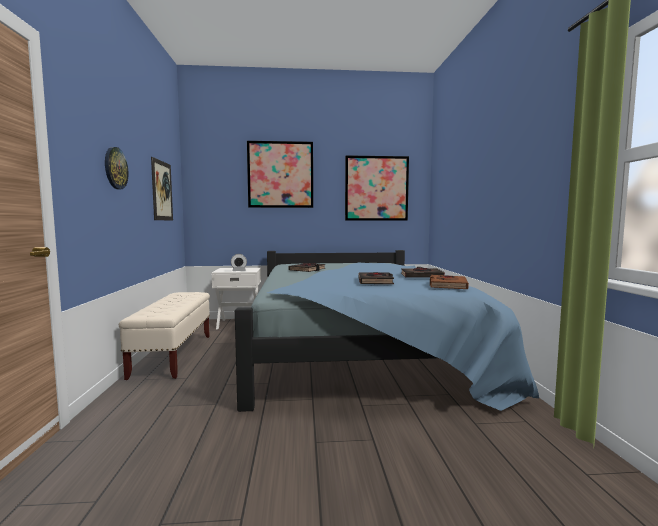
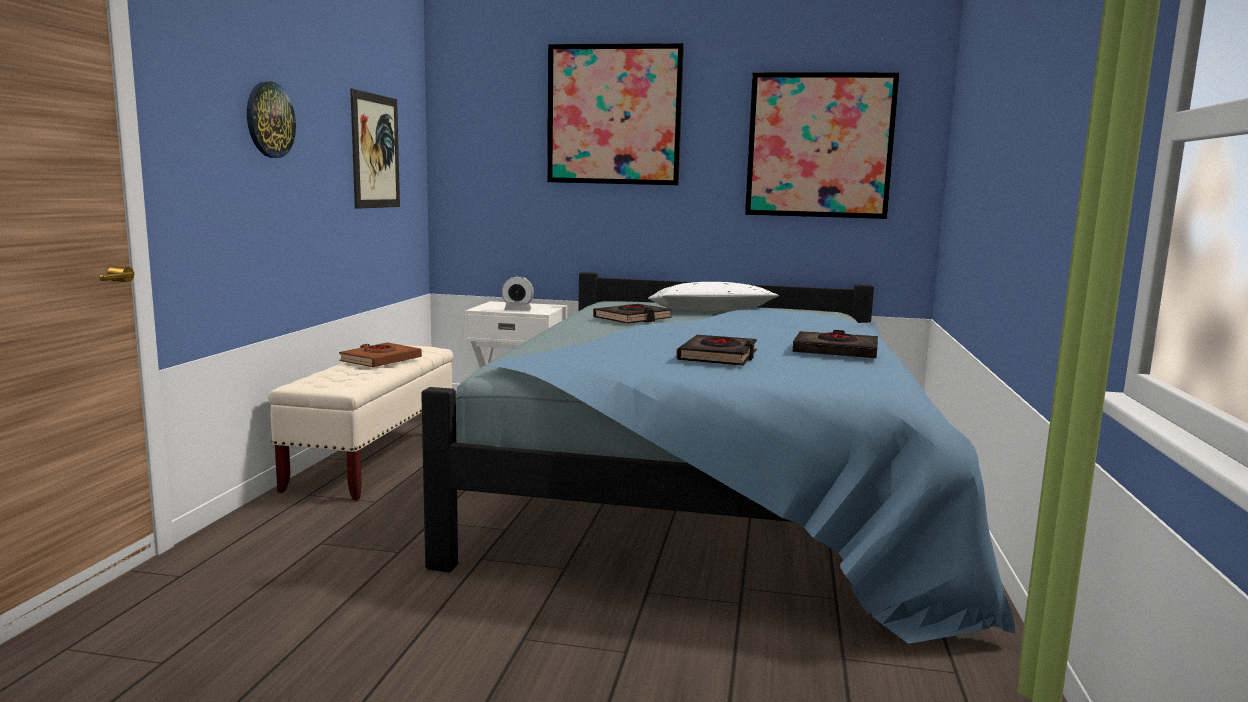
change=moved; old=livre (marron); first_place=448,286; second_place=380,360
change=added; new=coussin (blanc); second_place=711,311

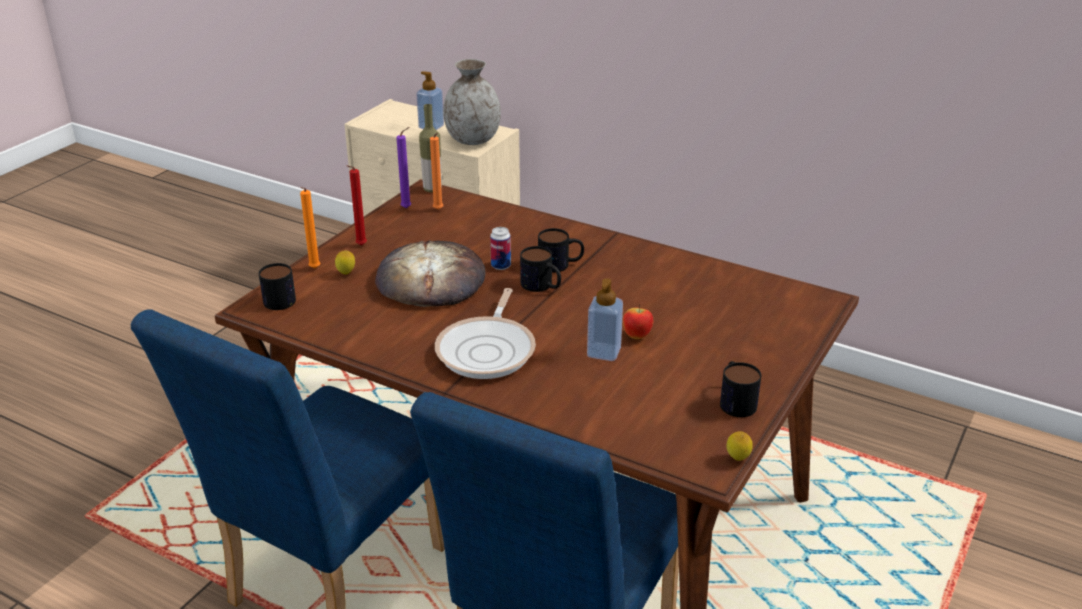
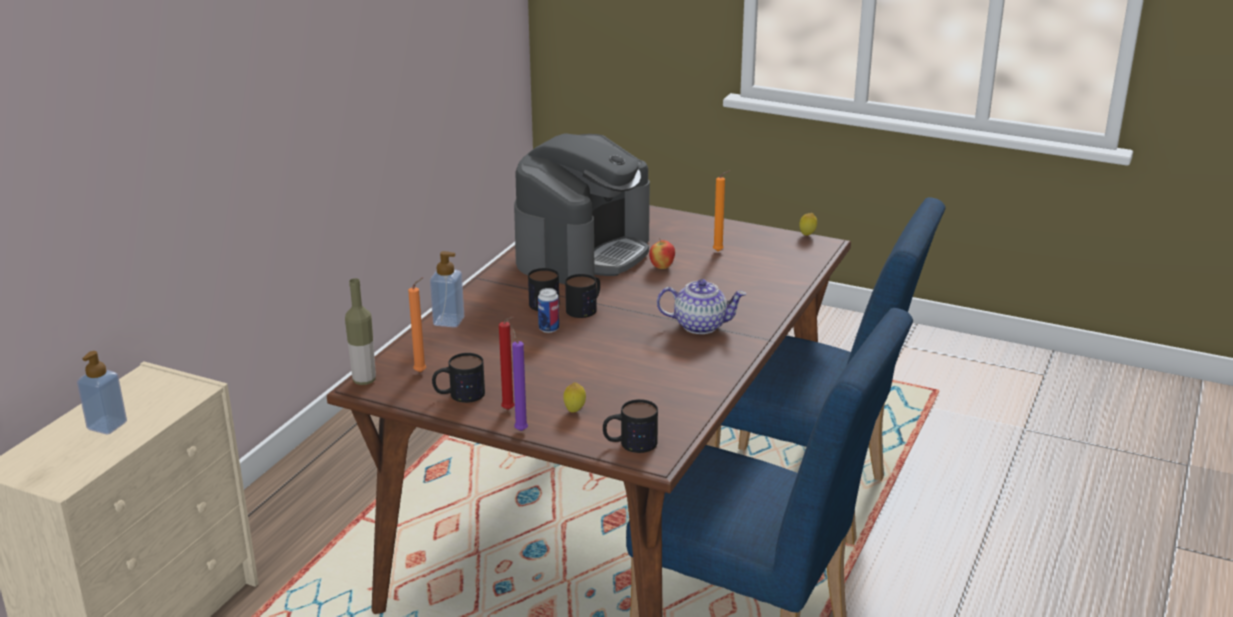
change=moved; old=distributeur de savon; first_place=604,352; second_place=448,321
change=moved; old=mug; first_place=735,400; second_place=459,395
change=moved; old=bougie (violet); first_place=408,208; second_place=520,429
change=added; new=machine à café; second_place=583,252
change=replaced; old=poêle; new=théière; first_place=488,350; second_place=700,325
change=moved; old=bougie (orange); first_place=314,269; second_place=719,251
change=removed; old=pain; first_place=431,280
change=removed; old=vase (gris); first_place=472,140

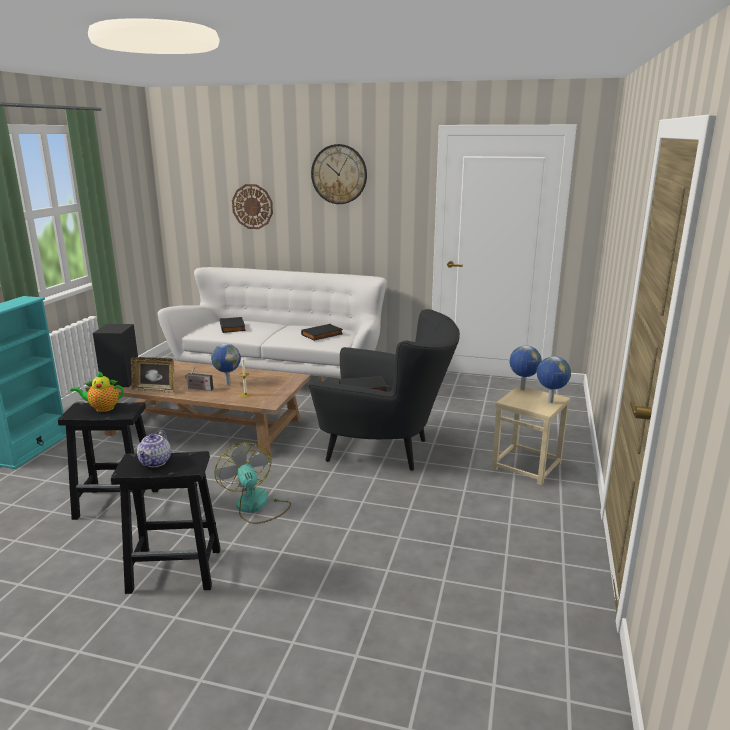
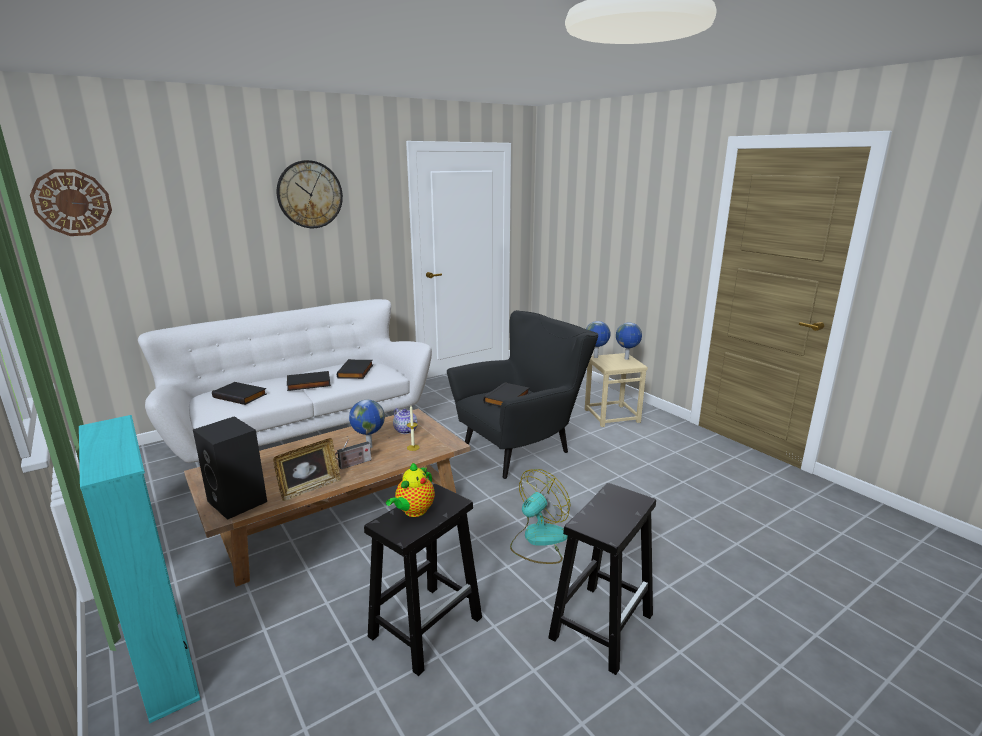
change=moved; old=horloge murale; first_place=252,206; second_place=72,203
change=added; new=livre (noir); second_place=308,384
change=moved; old=théière; first_place=156,462; second_place=406,430
change=turned; old=ventilateur; first_place=256,506; second_place=538,540; degrees=120

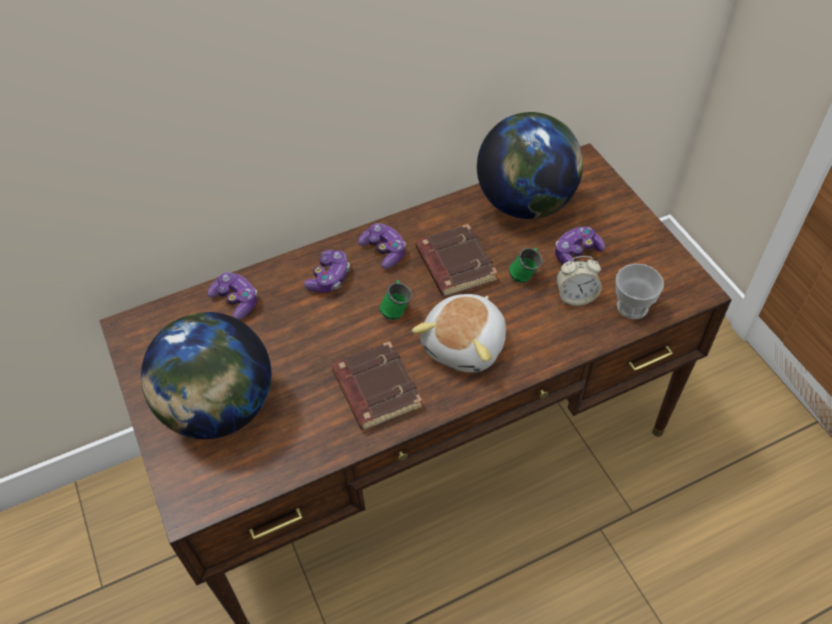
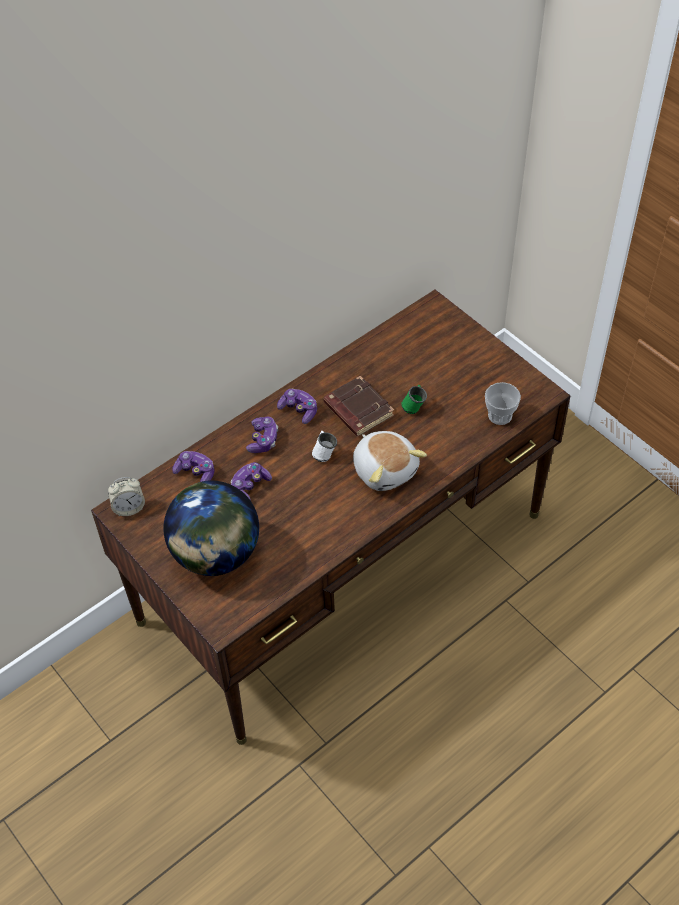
change=moved; old=réveil; first_place=575,296; second_place=129,508
change=moved; old=manette; first_place=576,253; second_place=250,486
change=recoloured; old=mug (vert); new=mug (blanc); first_place=396,309; second_place=324,453
change=turned; old=peluche; first_place=466,345; second_place=385,469; degrees=-45
change=removed; old=livre (marron); first_place=375,389
change=removed; old=globe; first_place=526,202

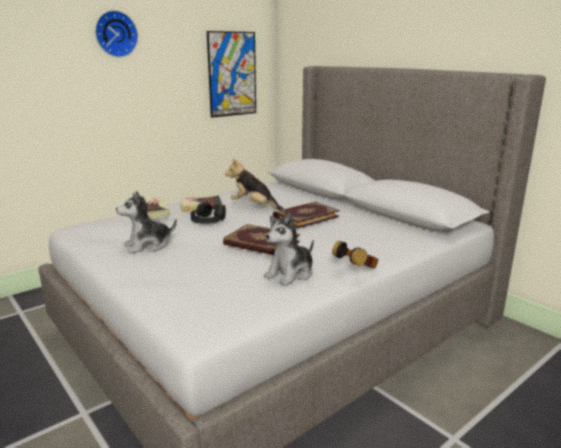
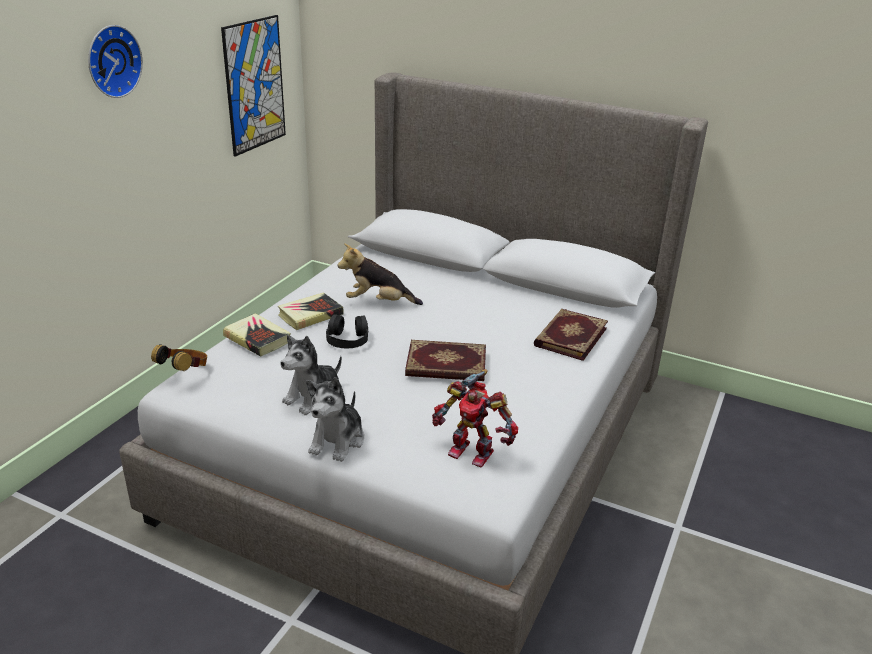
change=moved; old=casque audio; first_place=357,271; second_place=185,372
change=moved; old=peluche; first_place=290,273; second_place=338,441
change=added; new=robot jouet; second_place=472,451
change=moved; old=livre; first_place=305,217; second_place=569,336

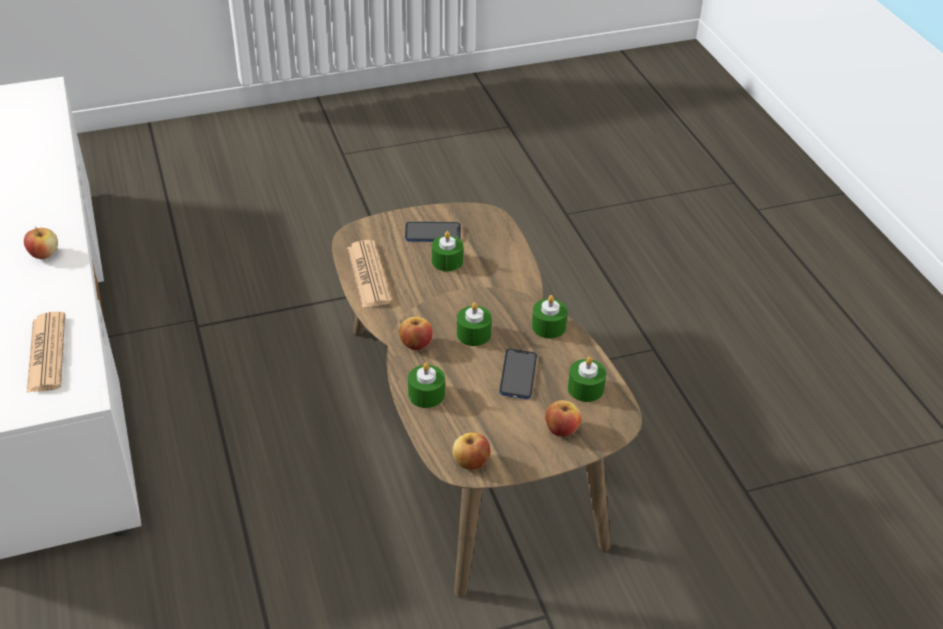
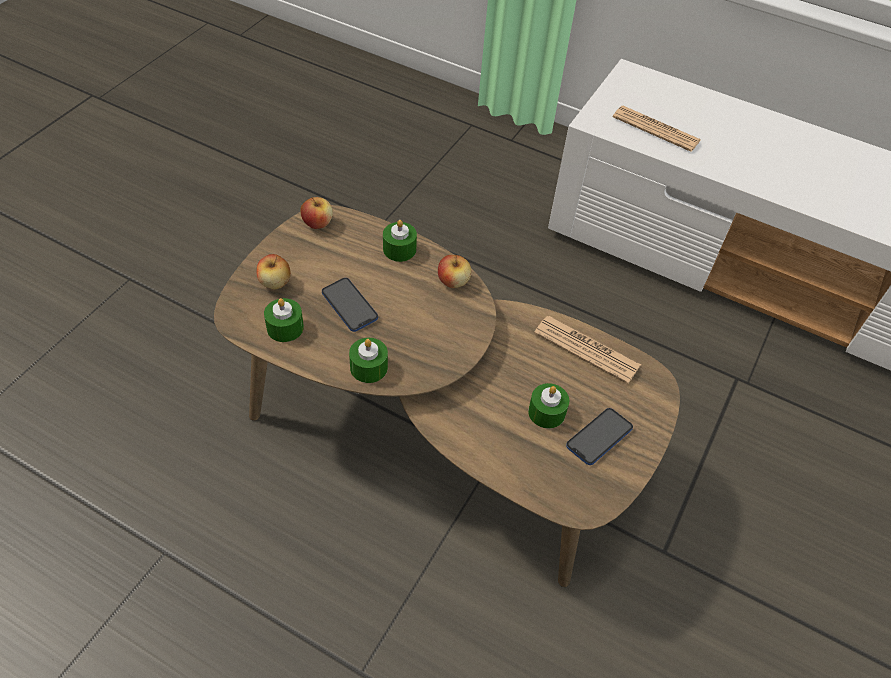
change=removed; old=pomme; first_place=44,254
change=removed; old=bougie (vert); first_place=473,334

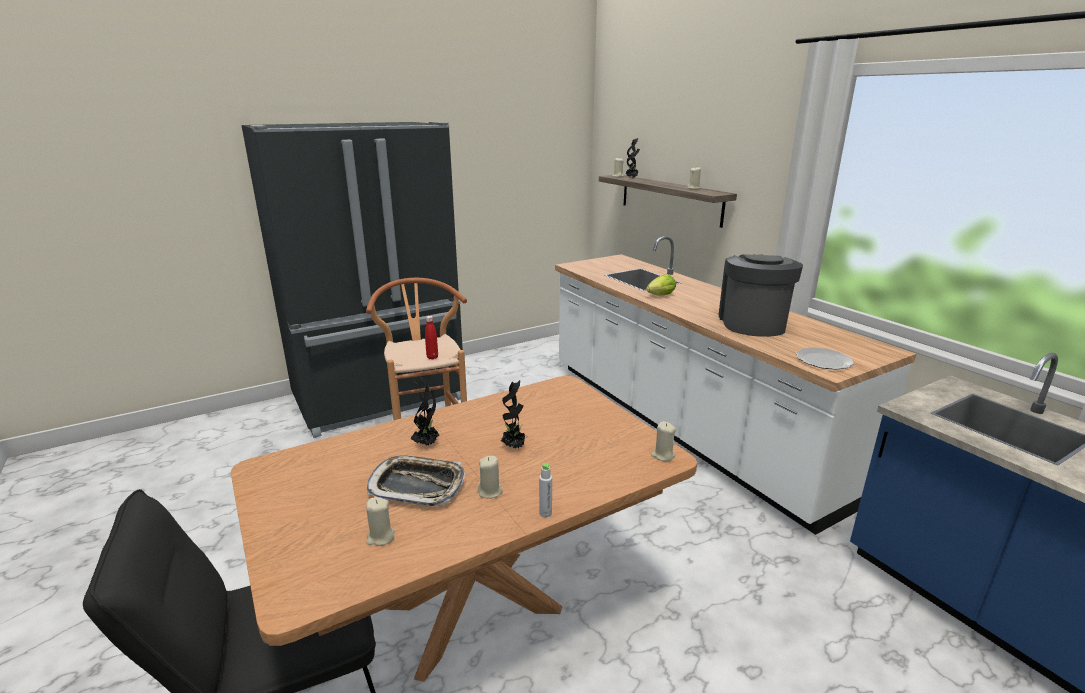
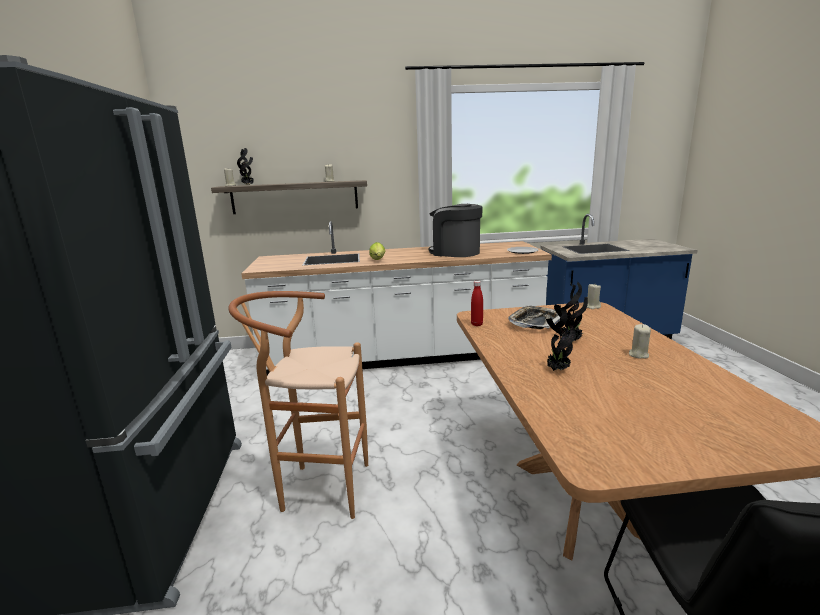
change=moved; old=bouteille (rouge); first_place=432,357; second_place=476,324
change=moved; old=plateau; first_place=417,486; second_place=535,322
change=removed; old=bougie (beige); first_place=380,537
change=removed; old=bouteille (gris); first_place=545,513

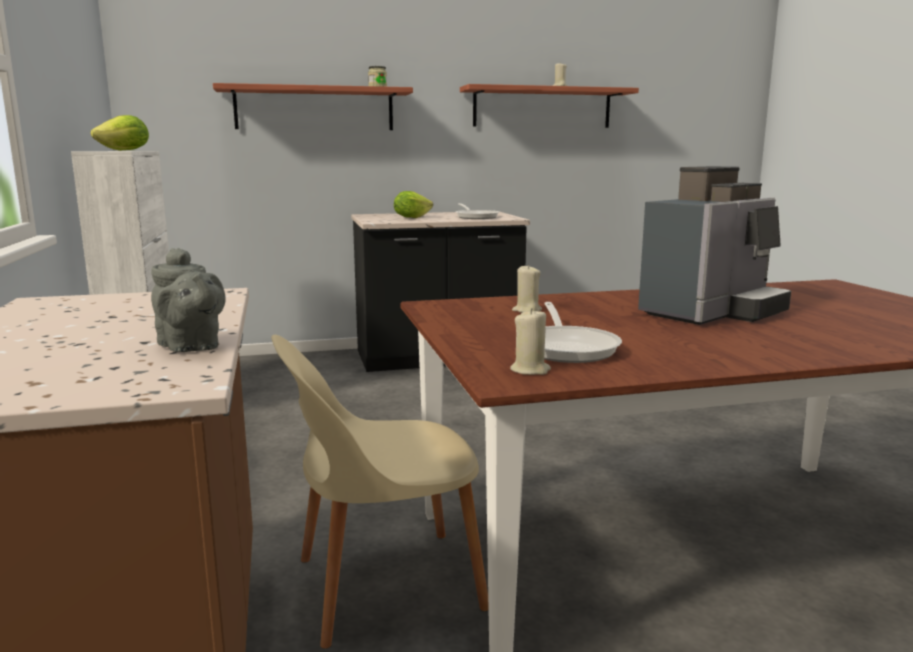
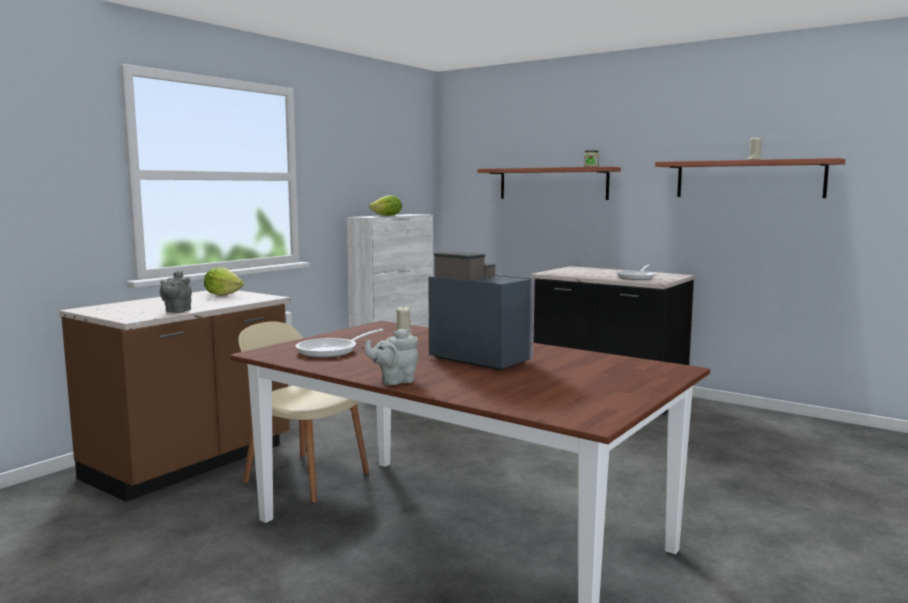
change=moved; old=laitue; first_place=411,217; second_place=223,295
change=added; new=théière (gris); second_place=394,381
change=turned; old=machine à café; first_place=712,312; second_place=480,358; degrees=-150
change=removed; old=bougie (beige); first_place=530,370

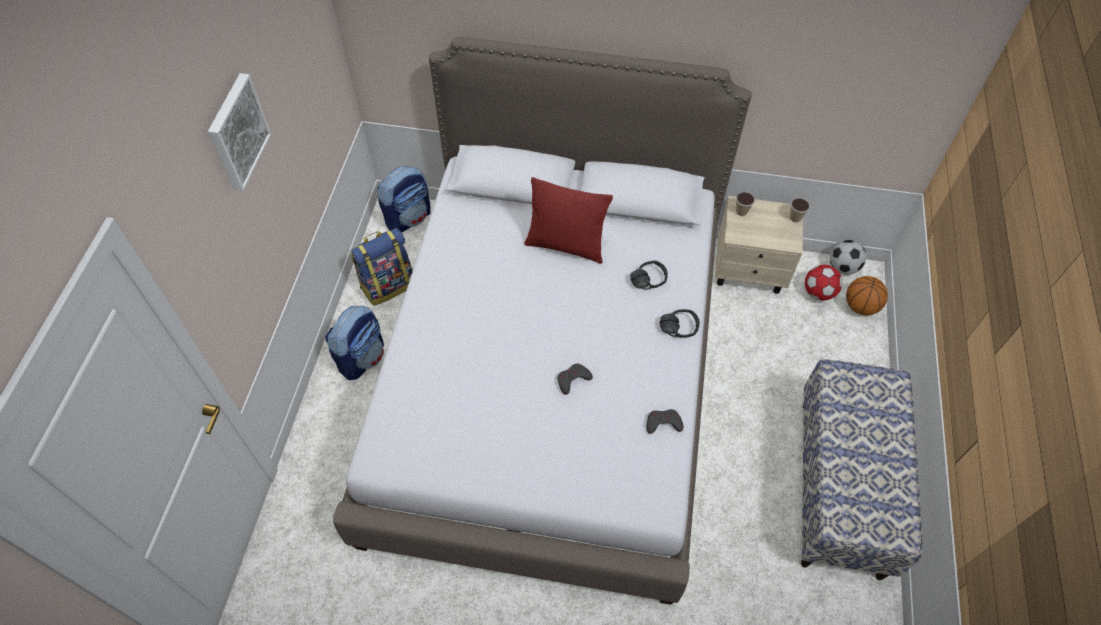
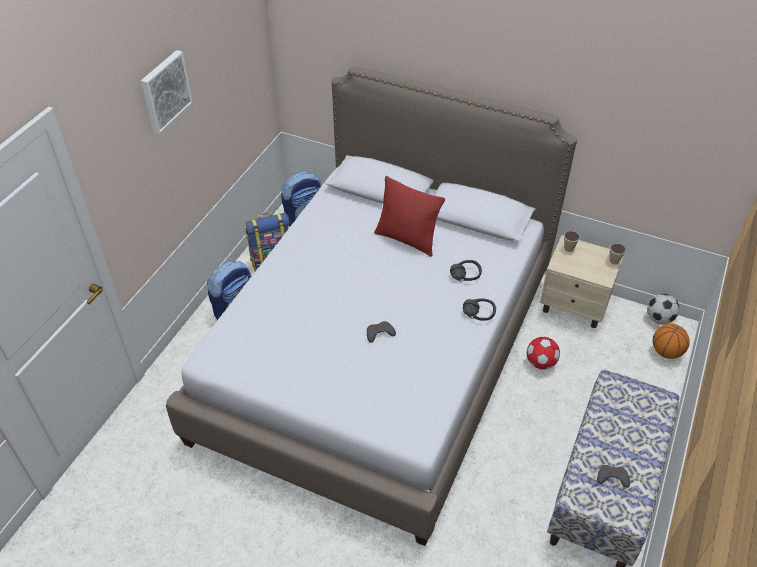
change=moved; old=ballon de foot; first_place=818,292; second_place=540,363
change=moved; old=manette (gris); first_place=663,423; second_place=612,477

